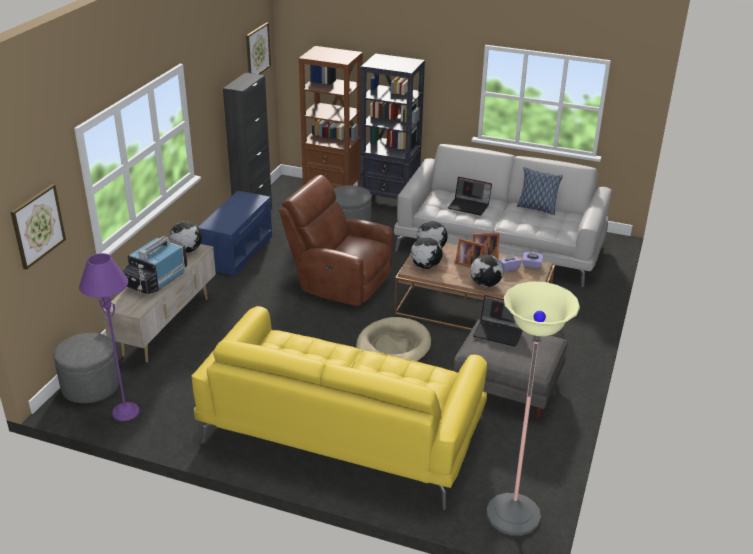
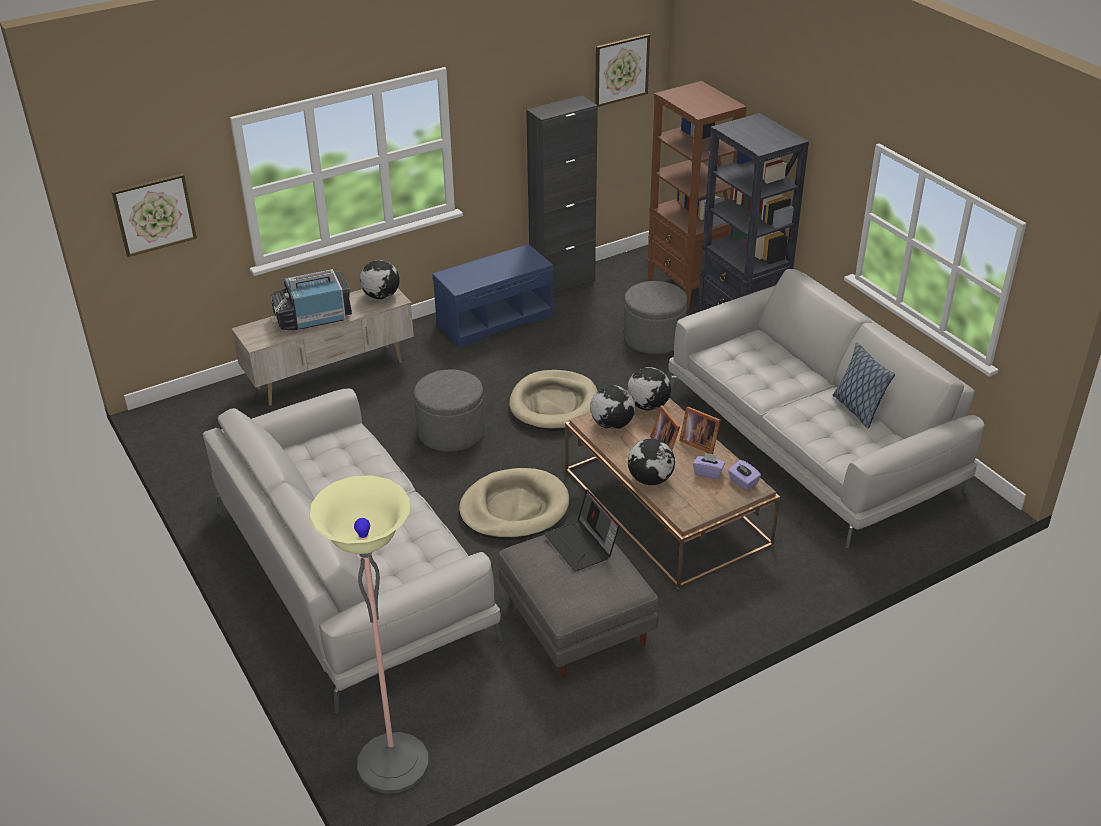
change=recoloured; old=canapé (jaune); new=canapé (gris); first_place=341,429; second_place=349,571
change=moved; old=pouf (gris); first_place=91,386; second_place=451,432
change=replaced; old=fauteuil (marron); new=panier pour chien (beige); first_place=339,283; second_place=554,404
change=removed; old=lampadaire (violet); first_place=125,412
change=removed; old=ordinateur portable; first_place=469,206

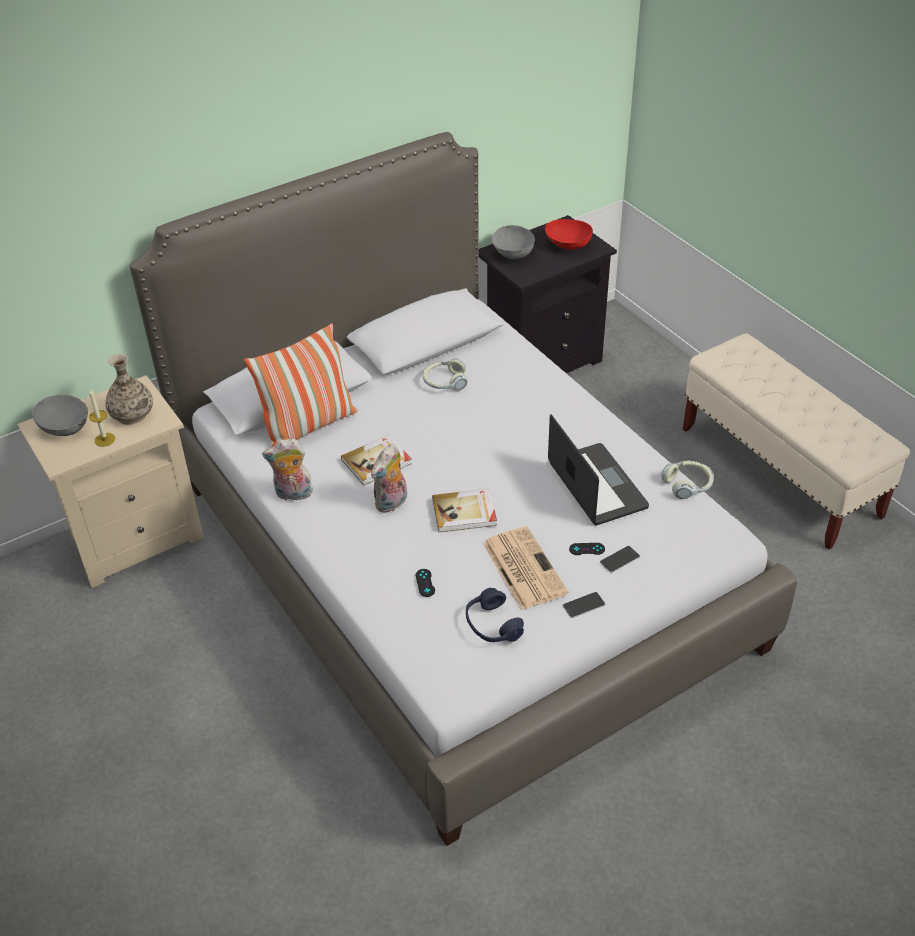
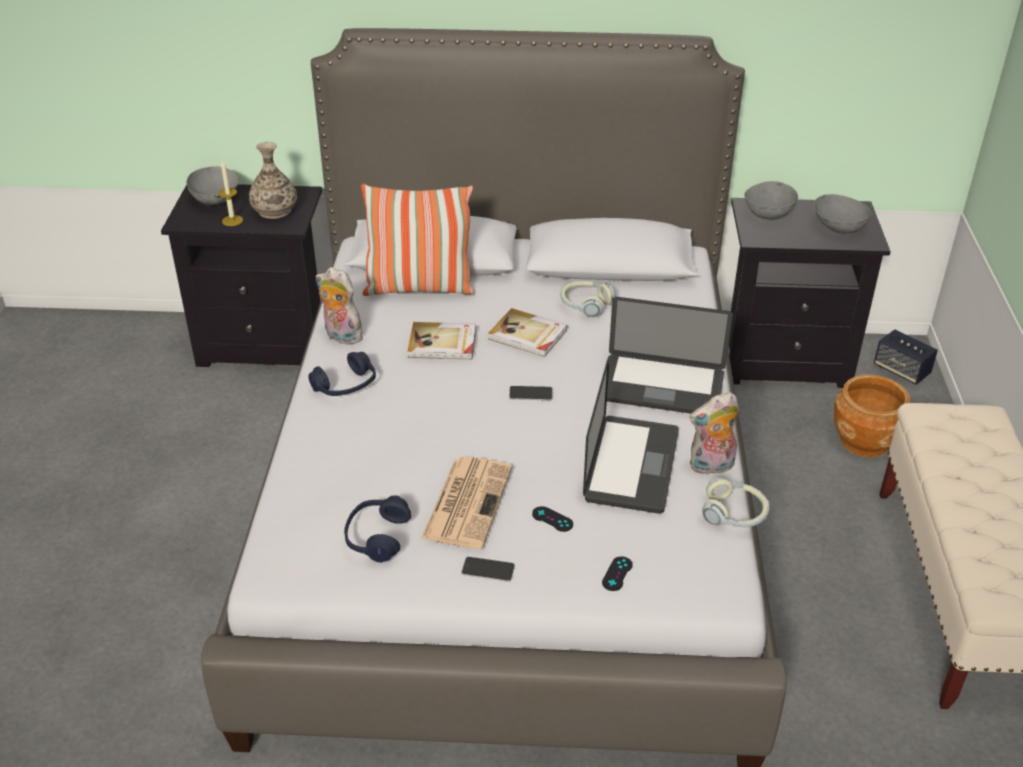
change=recoloured; old=table de chevet (beige); new=table de chevet (noir); first_place=134,537; second_place=266,344
change=added; new=casque audio (bleu); second_place=346,386
change=moved; old=livre; first_place=465,513; second_place=527,335
change=moved; old=téléphone; first_place=620,559; second_place=530,393
change=moved; old=manette (noir); first_place=425,583; second_place=617,574
change=added; new=ordinateur portable; second_place=661,387
change=moved; old=peluche; first_place=392,503; second_place=711,467
change=recoloured; old=bol (rouge); new=bol (gris); first_place=567,245; second_place=837,228
change=added; new=cache-pot (marron); second_place=865,441
change=added; new=enceinte; second_place=901,370

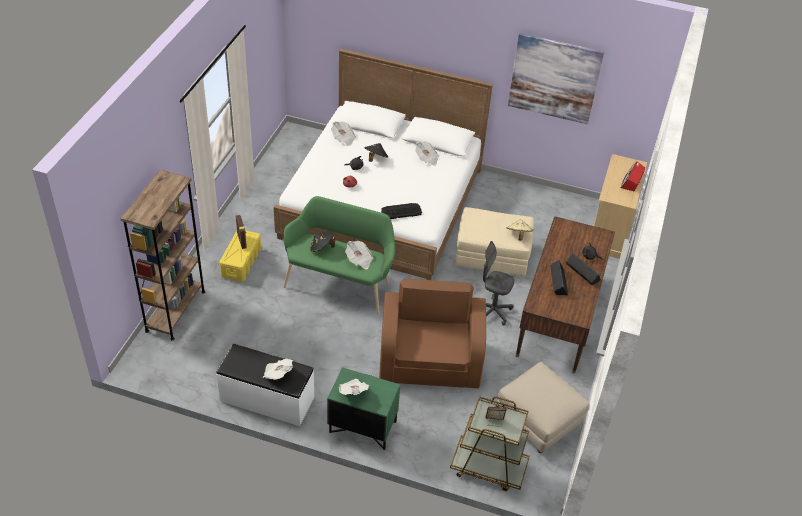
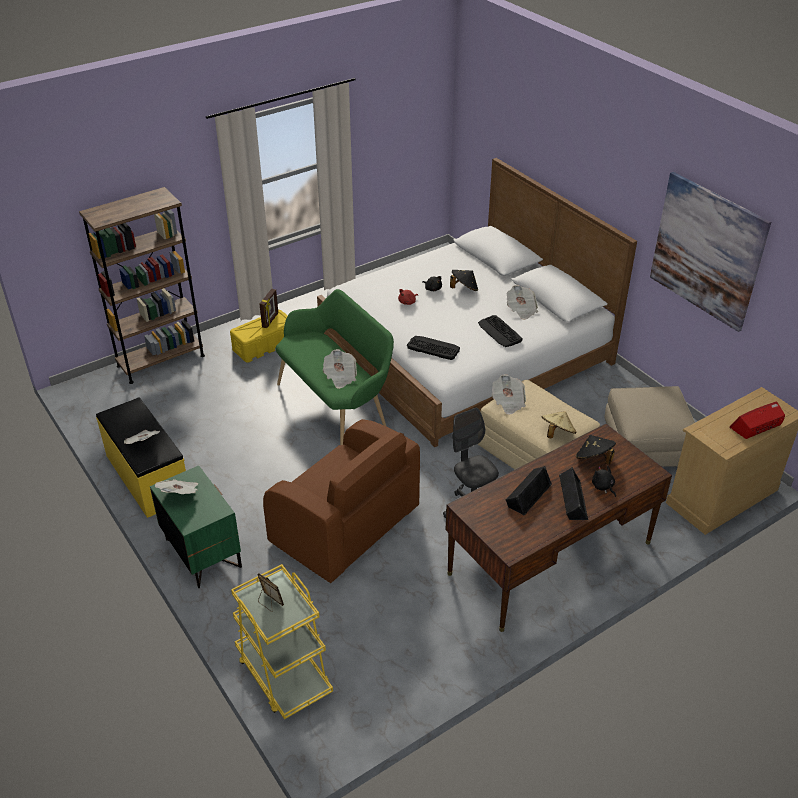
change=recoloured; old=banc (blanc); new=banc (jaune); first_place=267,399; second_place=147,477
change=recoloured; old=chariot (marron); new=chariot (jaune); first_place=488,467; second_place=283,674
change=turned; old=fauteuil (marron); first_place=430,361; second_place=345,526; degrees=90
change=added; new=clavier; second_place=500,332
change=moved; old=journal; first_place=343,139; second_place=508,402
change=moved; old=chapeau (noir); first_place=321,248; second_place=594,459
change=moved; old=pouf (beige); first_place=538,422; second_place=646,450

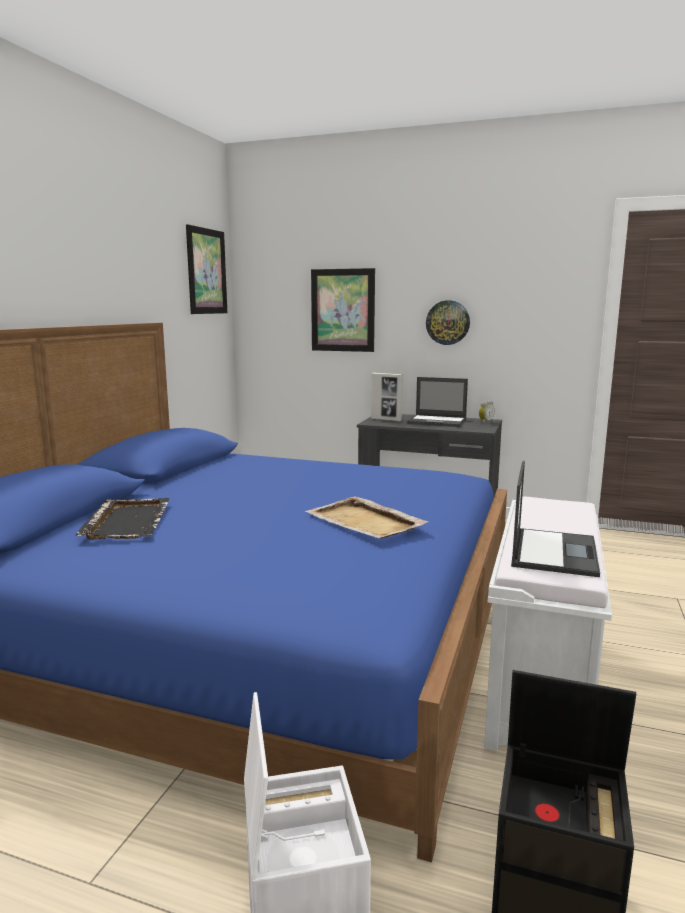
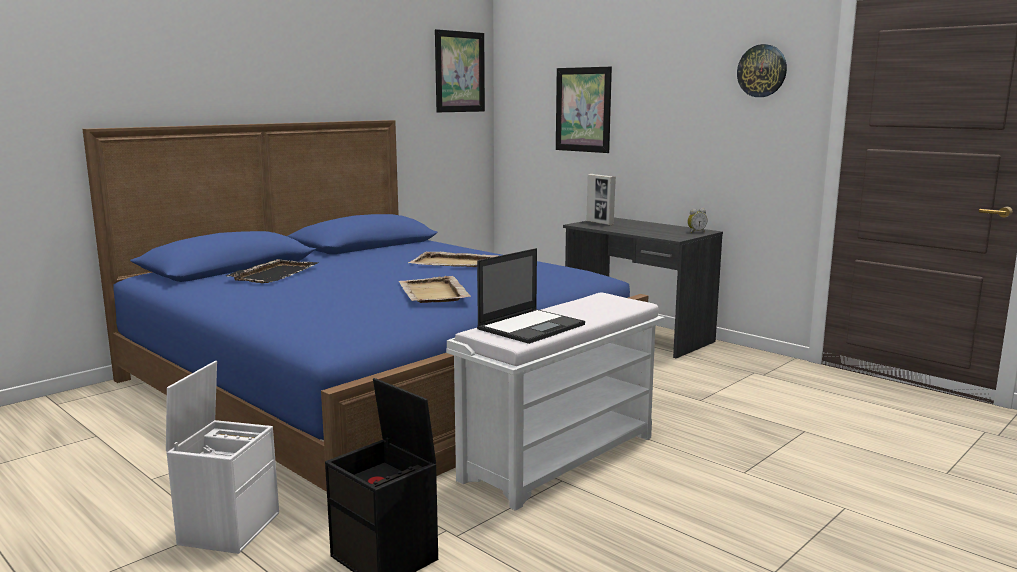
change=added; new=plateau (beige); second_place=455,263
change=moved; old=horloge murale; first_place=448,322; second_place=762,71
change=removed; old=ordinateur portable; first_place=438,421

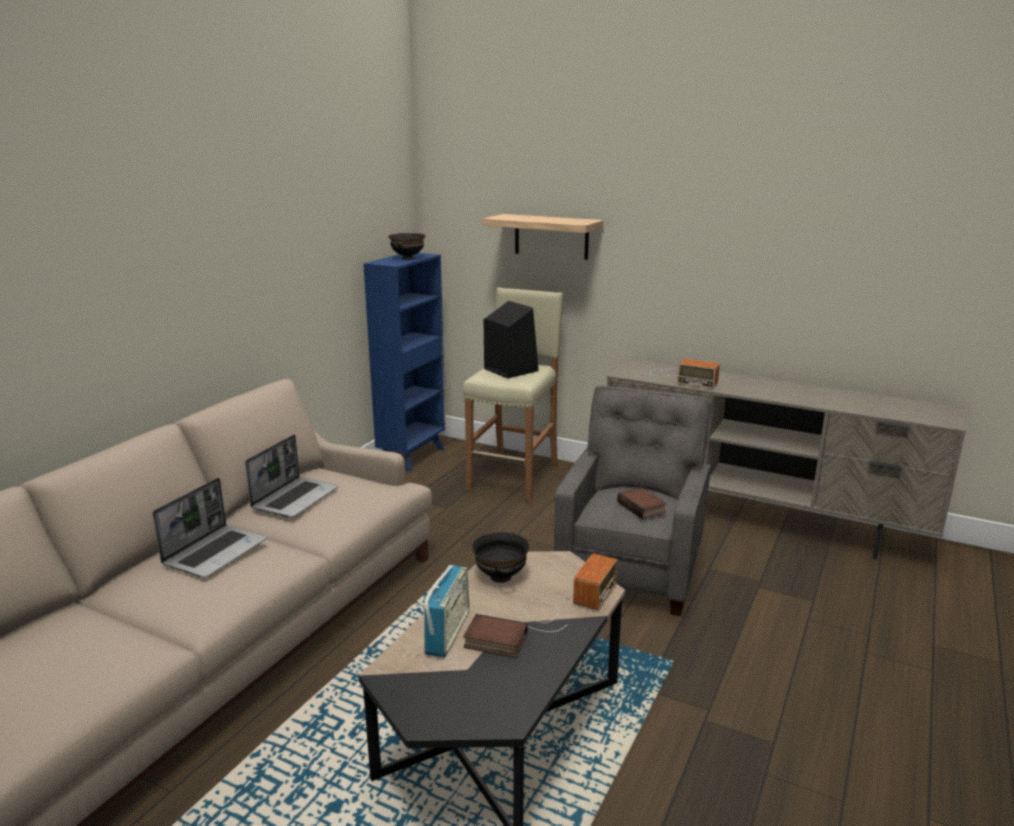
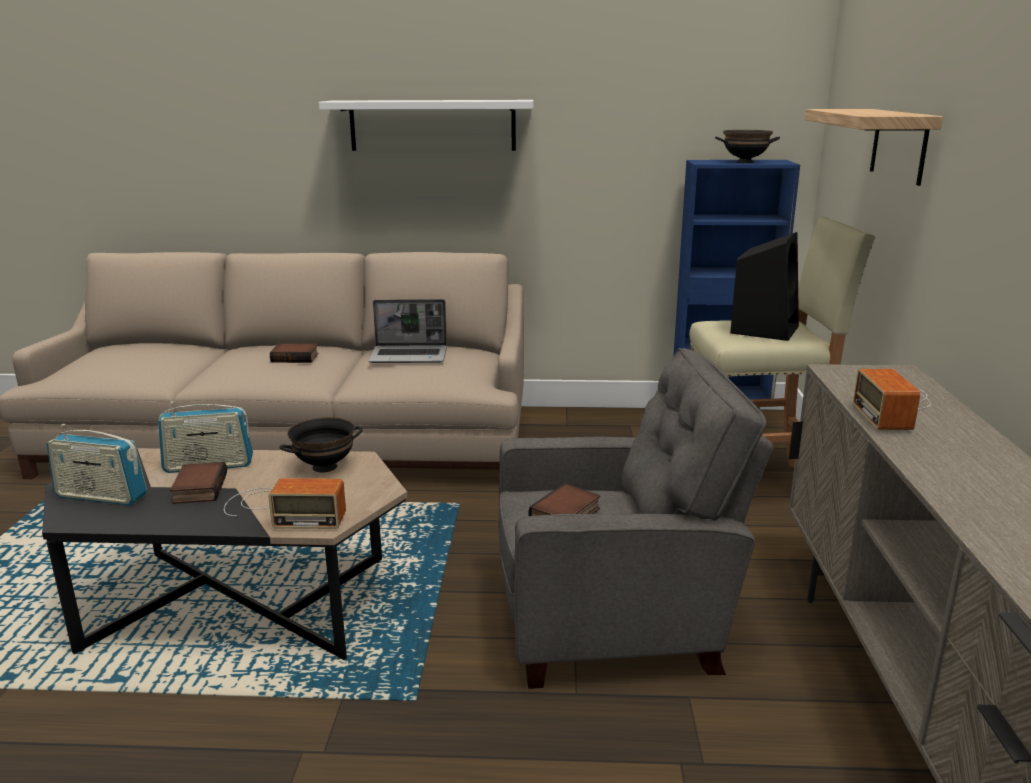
change=added; new=radio; second_place=101,496
change=replaced; old=ordinateur portable; new=livre; first_place=216,552; second_place=296,357
change=added; new=étagère (blanc); second_place=432,125

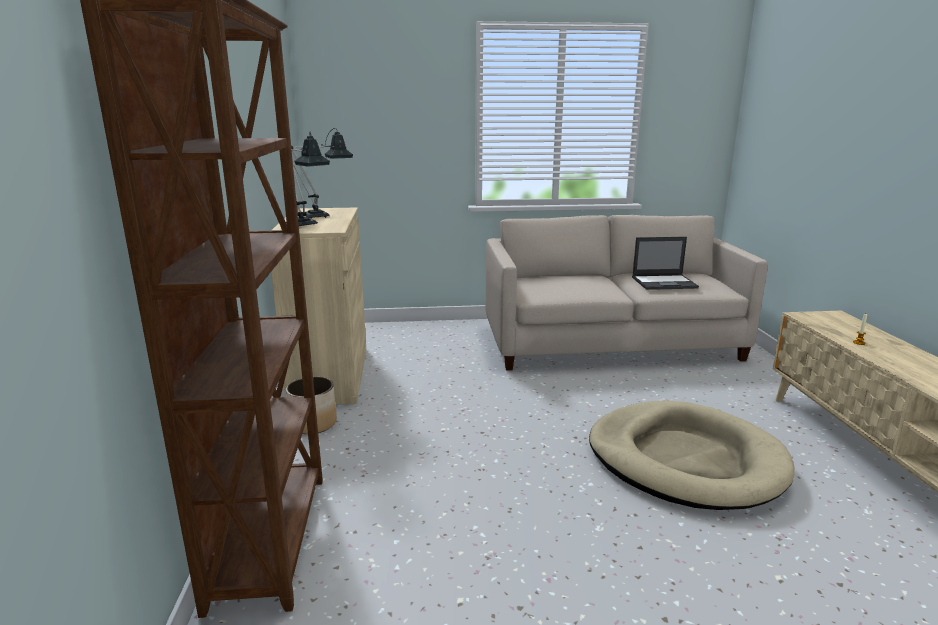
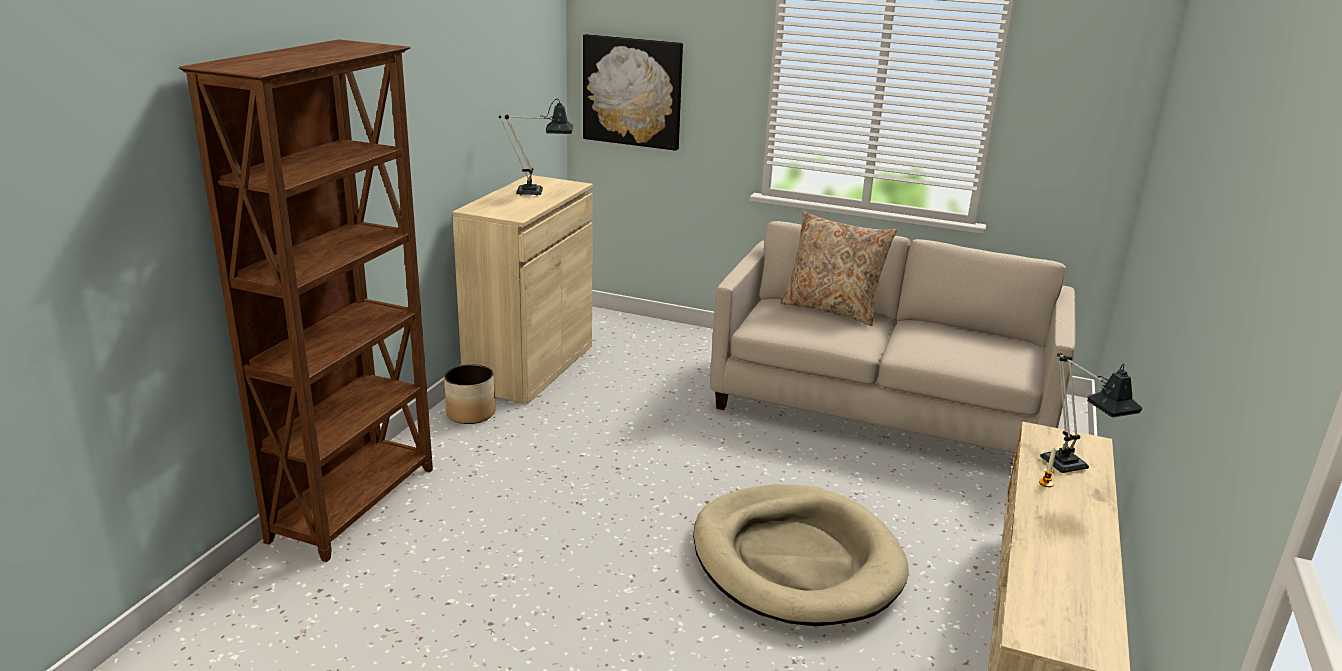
change=added; new=tableau; second_place=632,92
change=added; new=coussin (beige); second_place=832,309
change=moved; old=lampe de table; first_place=305,225; second_place=1070,469
change=removed; old=ordinateur portable; first_place=665,282

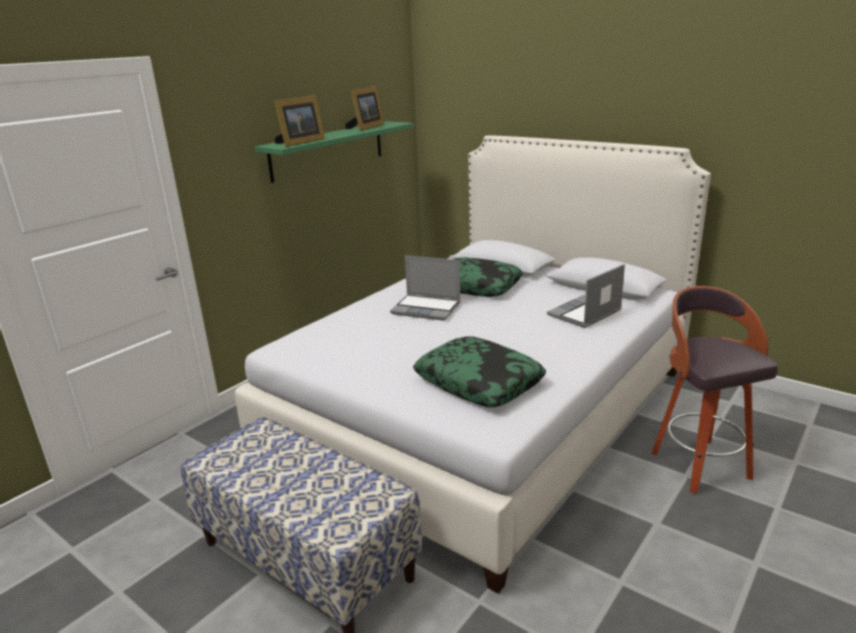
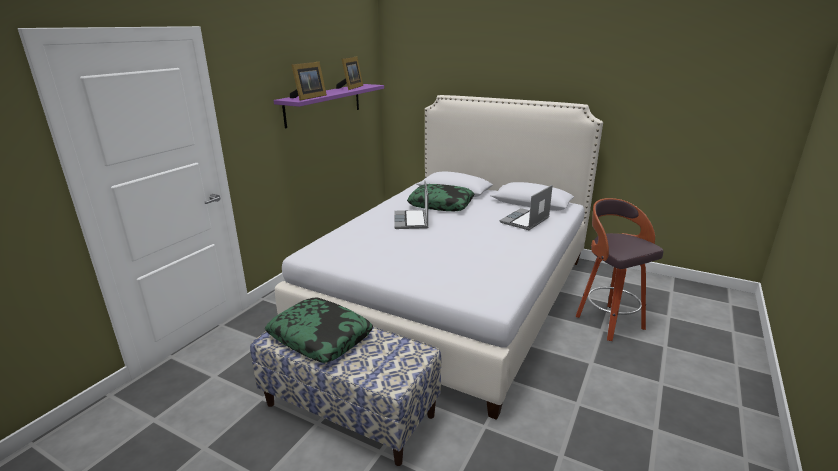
change=moved; old=coussin; first_place=479,382; second_place=320,337
change=recoloured; old=étagère (vert); new=étagère (violet); first_place=328,150; second_place=323,104
change=turned; old=ordinateur portable; first_place=427,308; second_place=411,221; degrees=75

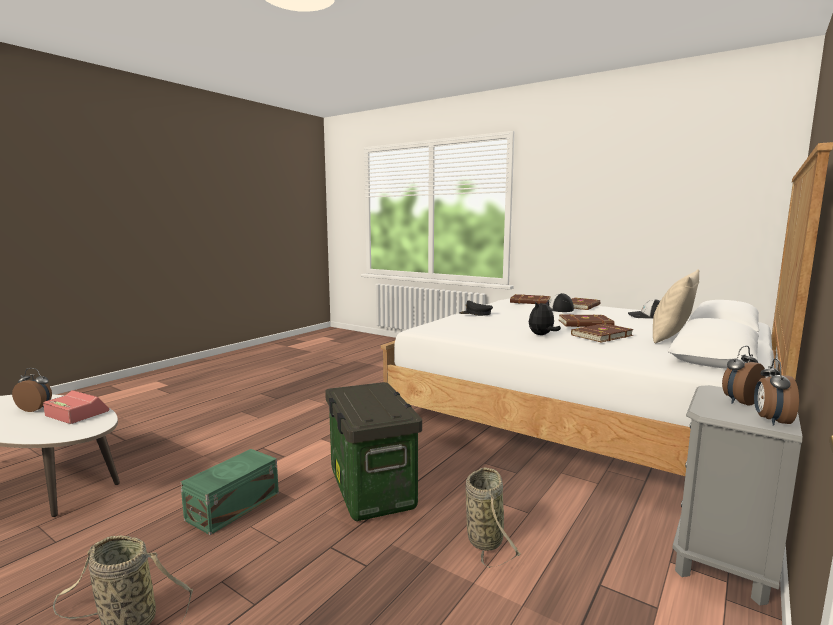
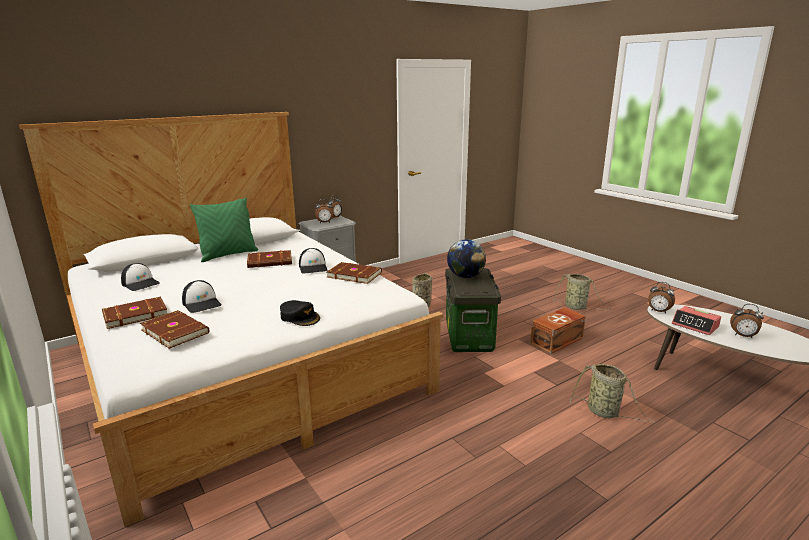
change=recoloured; old=coussin (beige); new=coussin (vert); first_place=671,338; second_place=228,255
change=replaced; old=peluche; new=casquette; first_place=542,335; second_place=313,267
change=moved; old=livre (marron); first_place=585,324; second_place=354,274
change=added; new=globe; second_place=465,276
change=recoloured; old=boîte de rangement (vert); new=boîte de rangement (marron); first_place=231,507; second_place=557,341
change=added; new=panier; second_place=605,412
change=added; new=réveil; second_place=658,311

